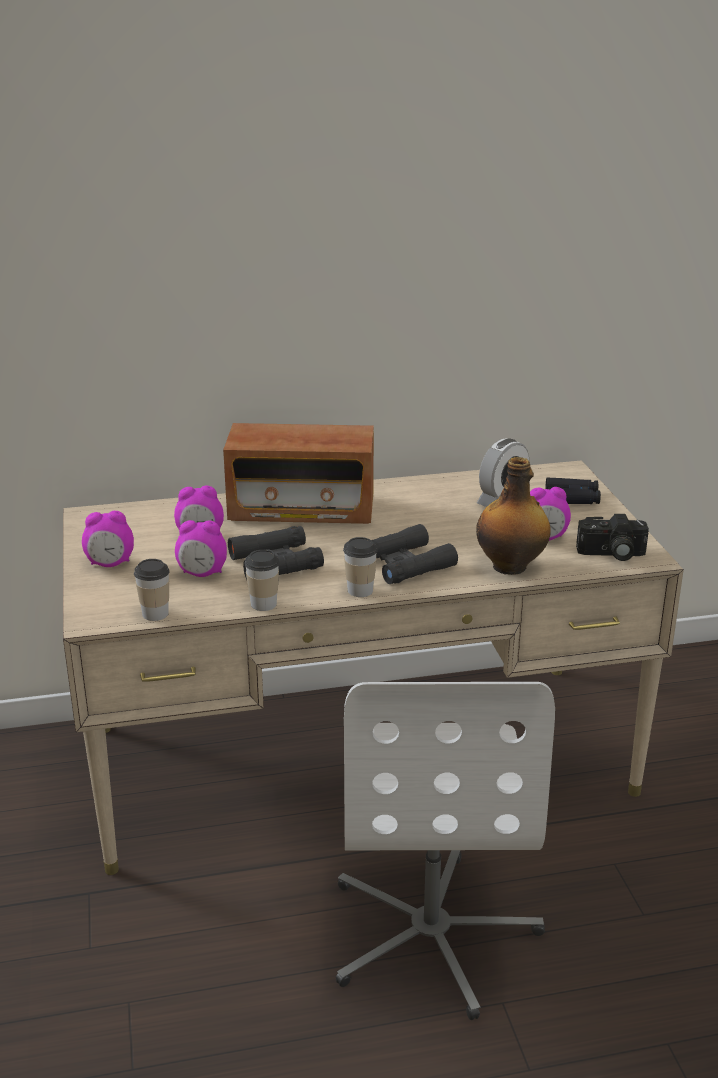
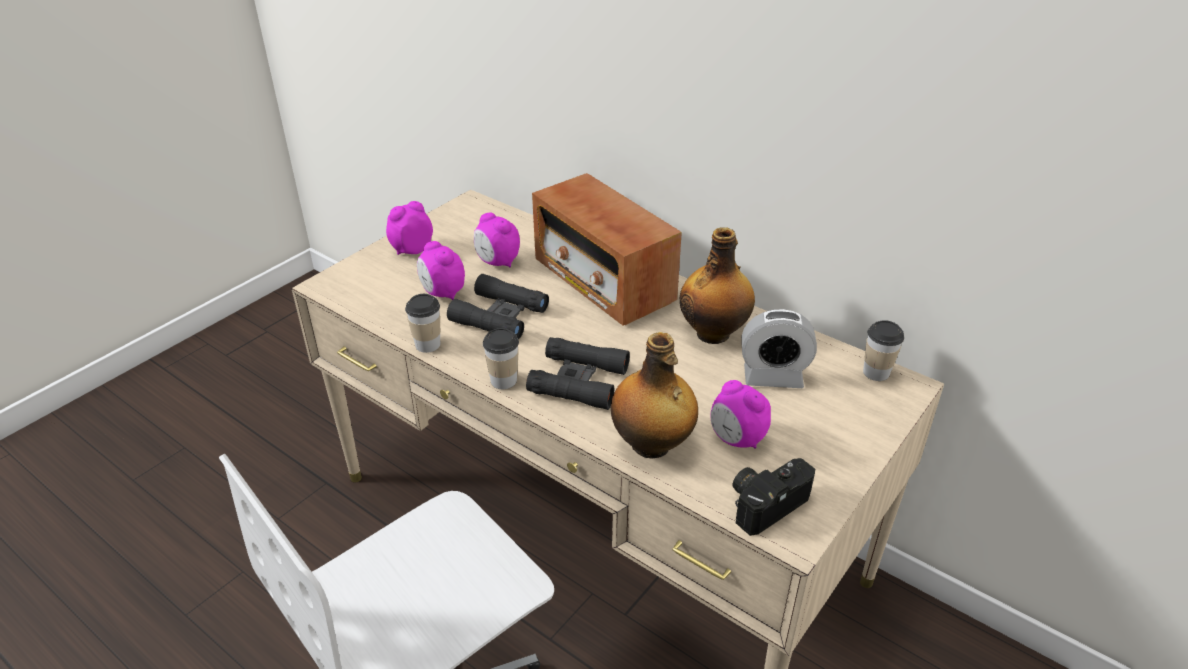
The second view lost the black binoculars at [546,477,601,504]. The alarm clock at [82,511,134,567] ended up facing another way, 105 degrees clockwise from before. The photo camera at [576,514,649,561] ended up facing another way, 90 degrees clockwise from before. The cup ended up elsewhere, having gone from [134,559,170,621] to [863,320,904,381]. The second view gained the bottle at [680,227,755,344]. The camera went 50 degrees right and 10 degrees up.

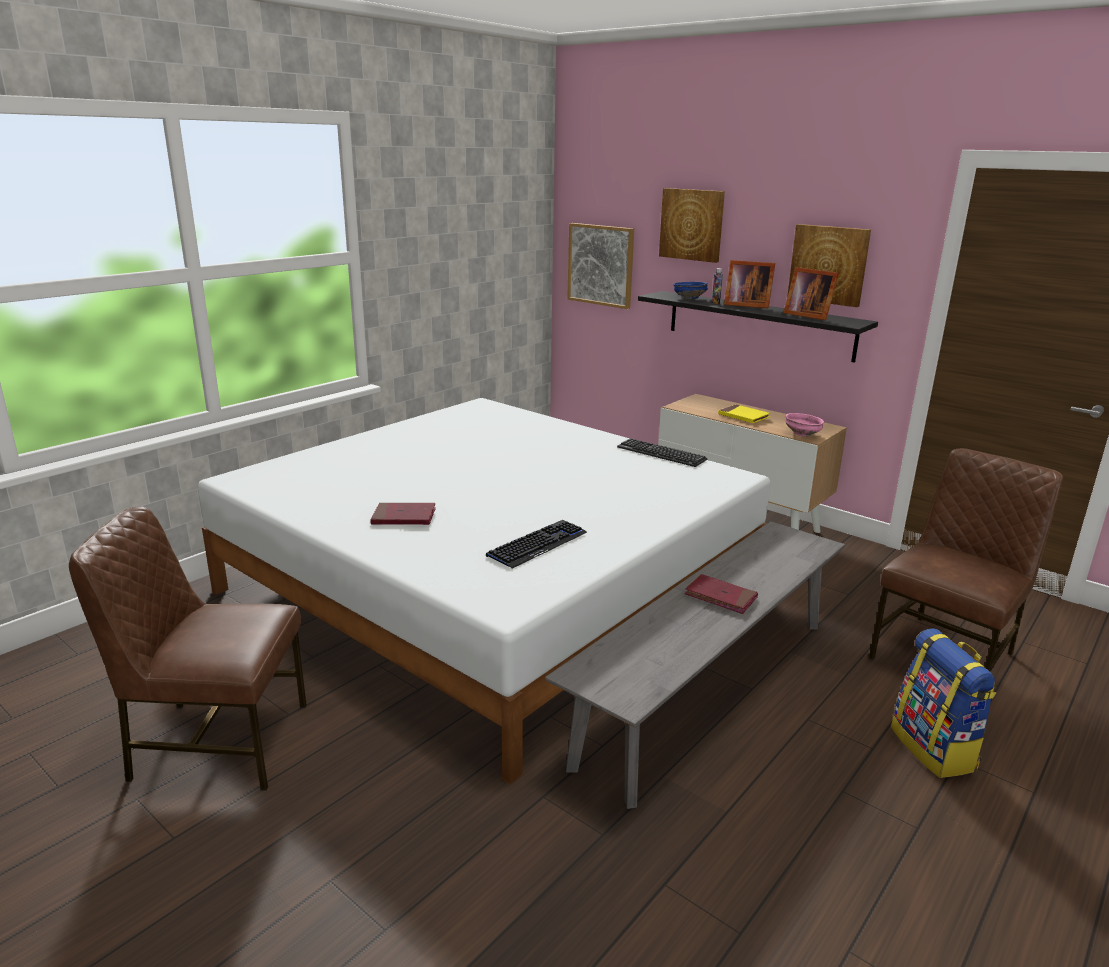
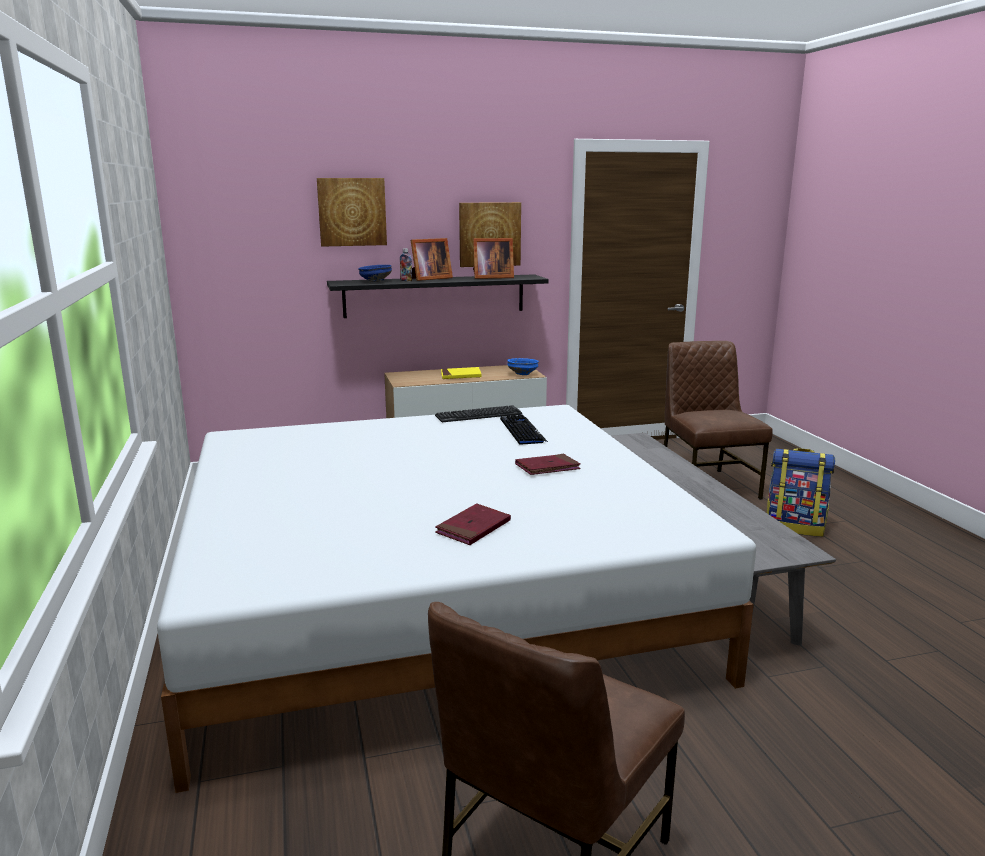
The second view lost the picture at [567,223,634,309]. What was the pink bowl at [785,413,824,437] turned into the blue bowl at [507,358,539,375]. The keyboard ended up elsewhere, having gone from [486,520,587,568] to [500,414,548,445]. The red book ended up elsewhere, having gone from [685,574,758,614] to [515,454,581,475]. The camera went 55 degrees left and 5 degrees down.

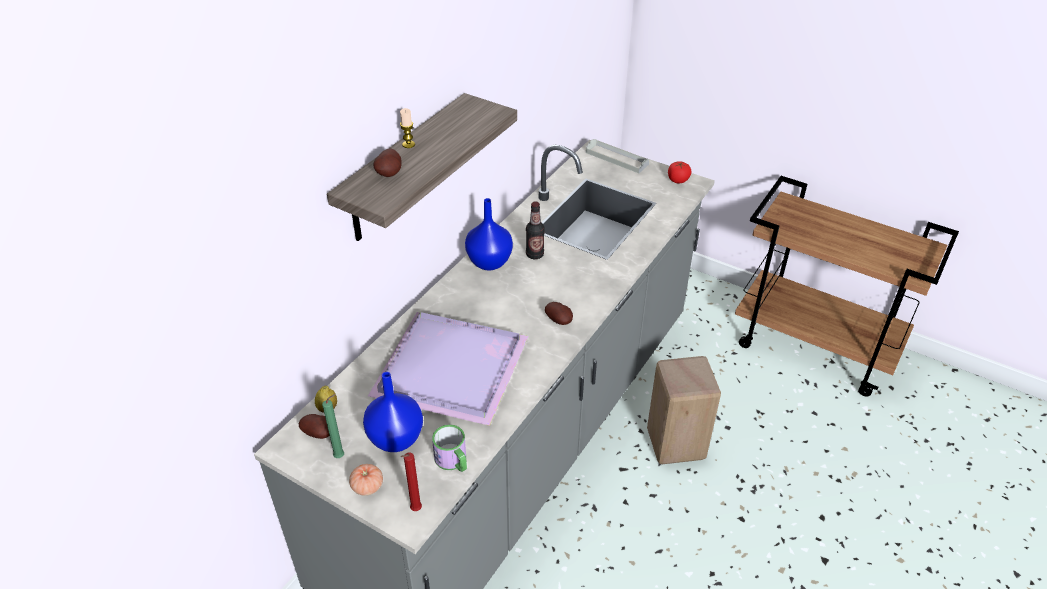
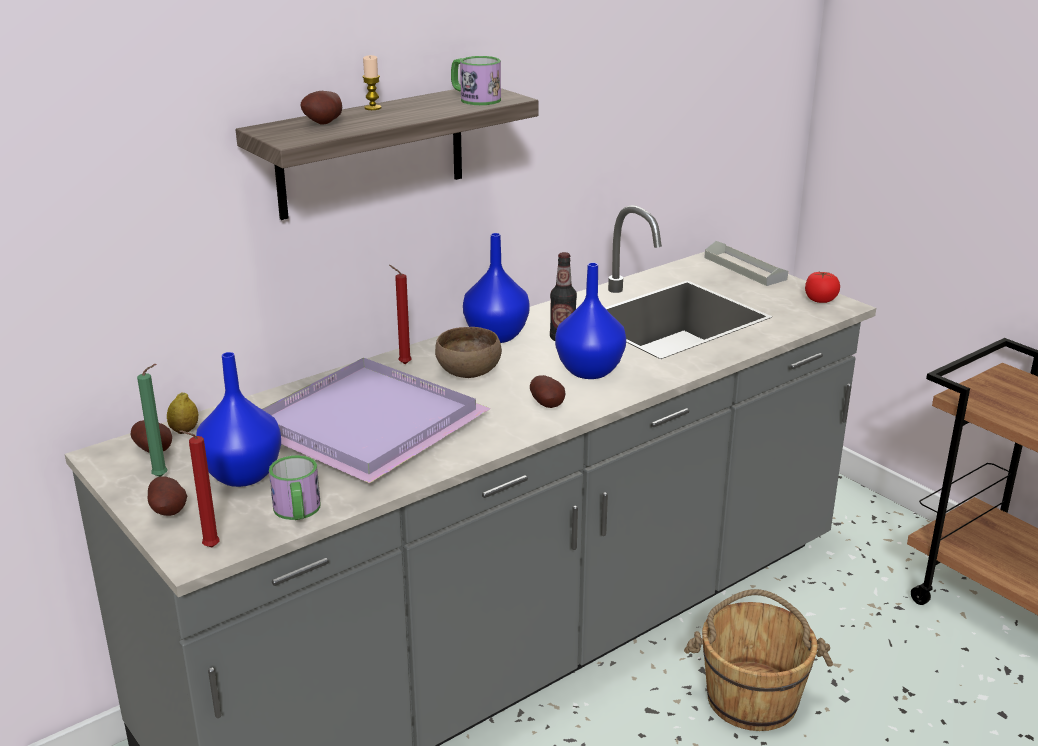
Where the beige stool stood at [647,356,721,464], the brown bucket came to stand at [684,589,833,731]. Where the tomato stood at [349,464,383,496], the potato came to stand at [147,476,187,516]. The second view gained the mug at [451,56,501,105]. The second view gained the blue vase at [555,263,626,379]. The second view gained the red candle at [389,265,412,364]. The second view gained the brown bowl at [435,327,502,378]. The camera went 20 degrees right and 15 degrees down.

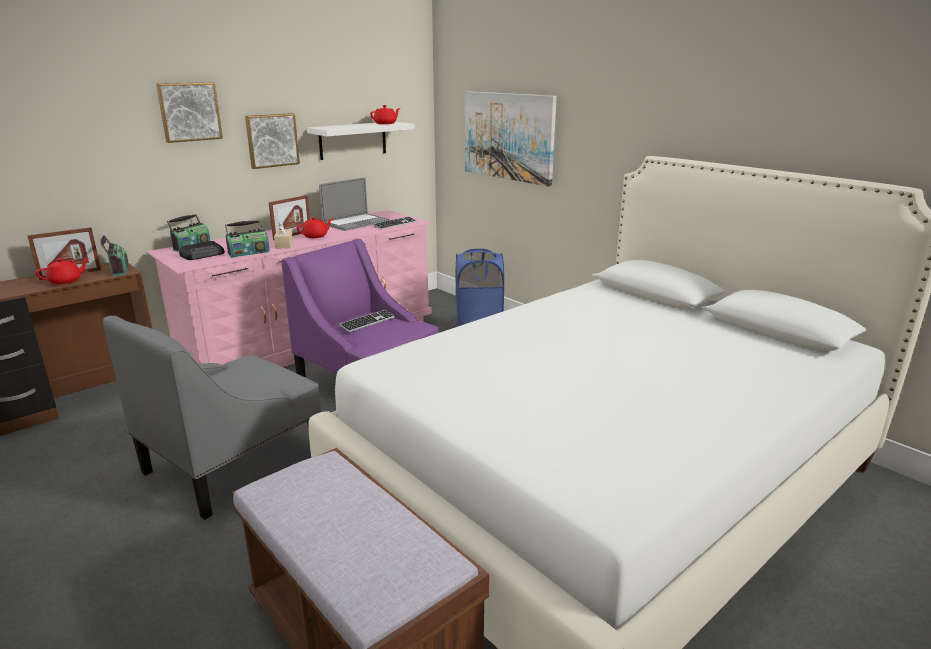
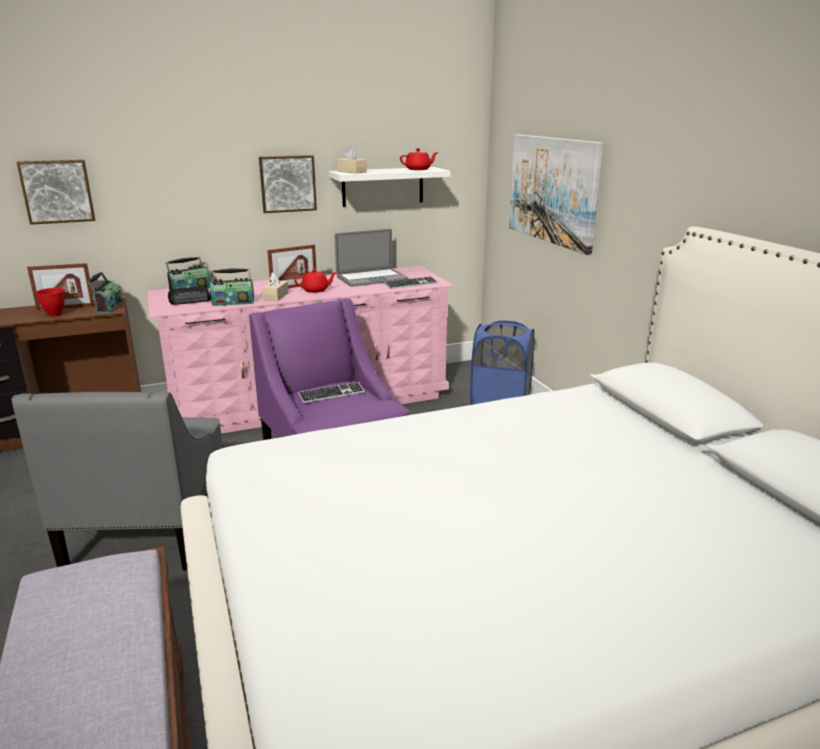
The picture ended up elsewhere, having gone from [156,82,223,143] to [16,160,95,225]. Where the red teapot stood at [35,258,90,285], the red bowl came to stand at [35,288,65,316]. The grey armchair at [103,316,321,520] ended up facing another way, 60 degrees counterclockwise from before. The second view gained the beige tissue box at [337,147,367,174]. The camera went 20 degrees right and 0 degrees up.

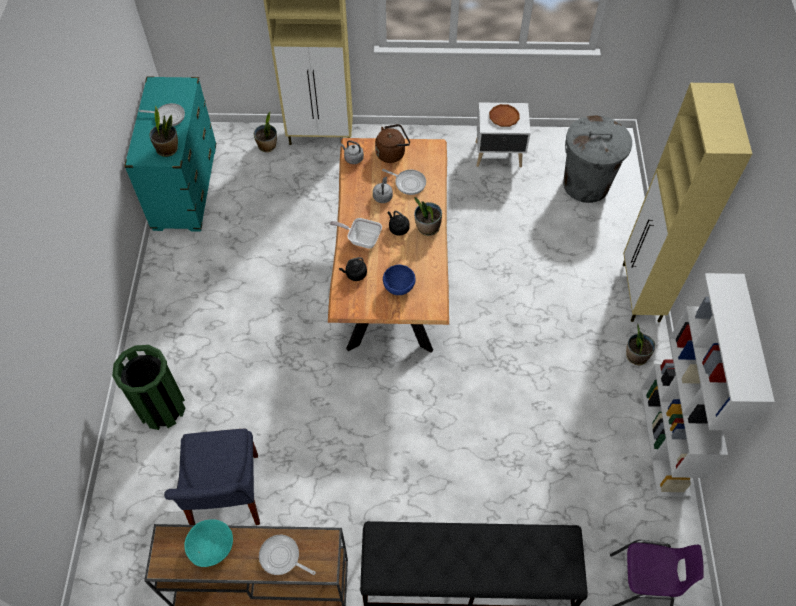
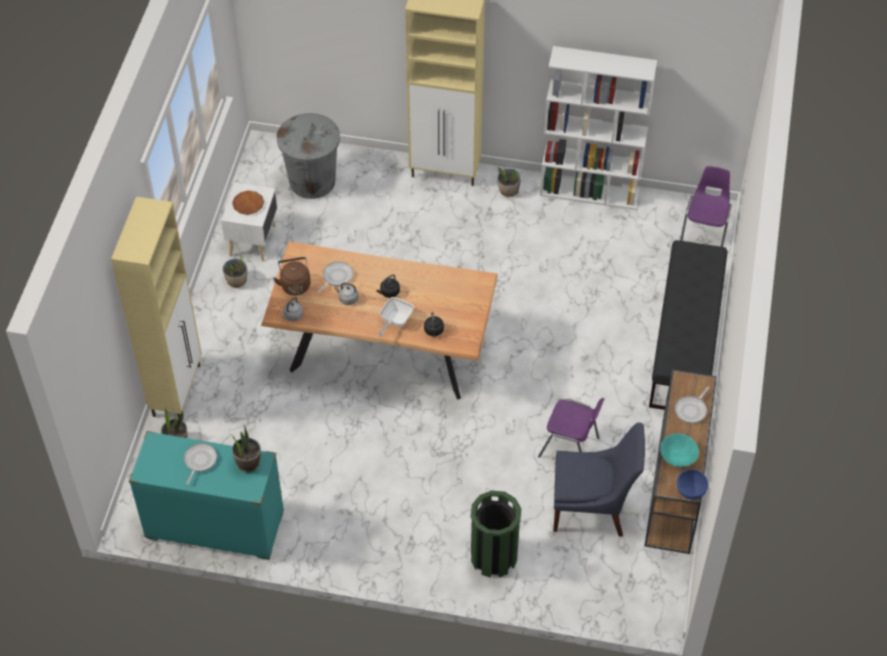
The potted plant ended up elsewhere, having gone from [414,197,442,236] to [223,255,247,288]. The blue bowl ended up elsewhere, having gone from [383,265,416,295] to [677,469,709,500]. The second view gained the purple chair at [538,398,605,458]. The camera went 80 degrees left and 5 degrees down.

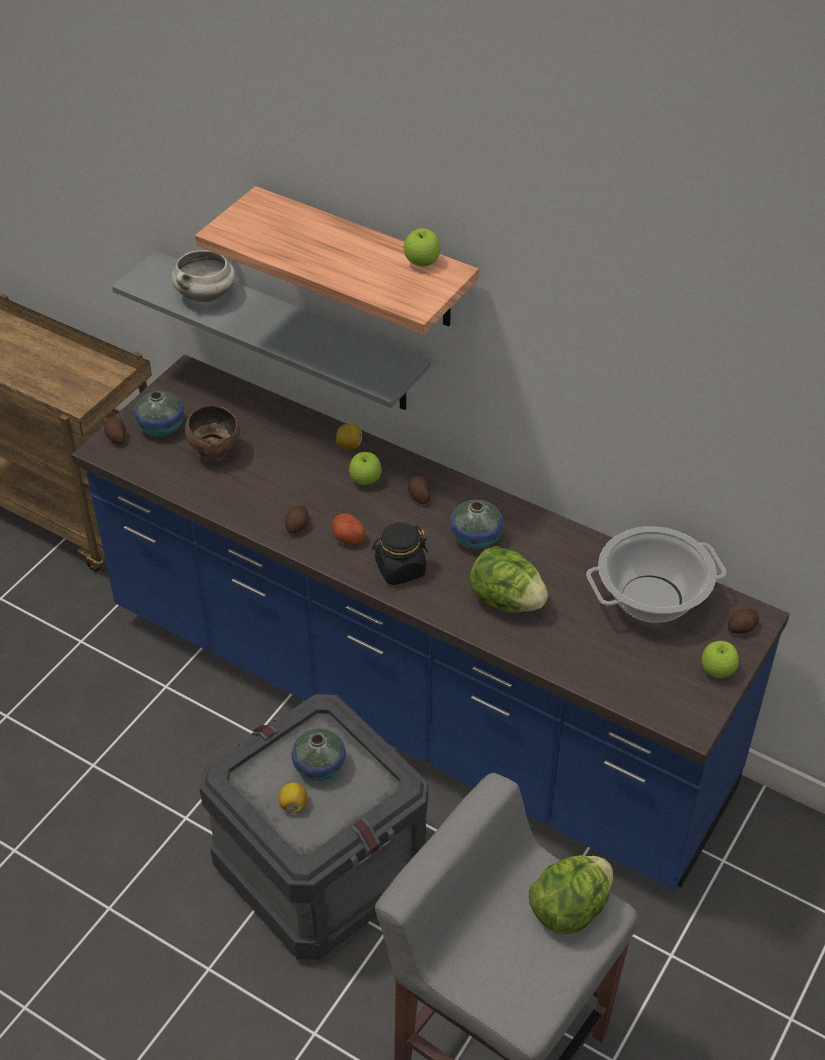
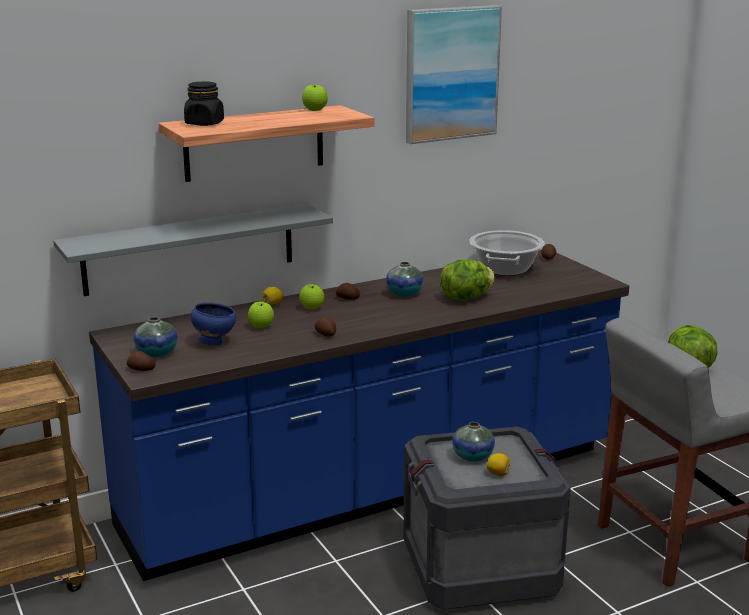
The second view lost the white cooking pot at [171,250,236,302]. What was the brown bowl at [185,405,240,460] turned into the blue bowl at [191,302,236,346]. The second view lost the potato at [332,514,366,546]. The black jar ended up elsewhere, having gone from [372,522,428,585] to [184,81,224,126]. The apple ended up elsewhere, having gone from [702,641,739,678] to [248,302,274,328]. The second view gained the picture at [406,5,502,144]. The camera went 60 degrees left and 25 degrees down.

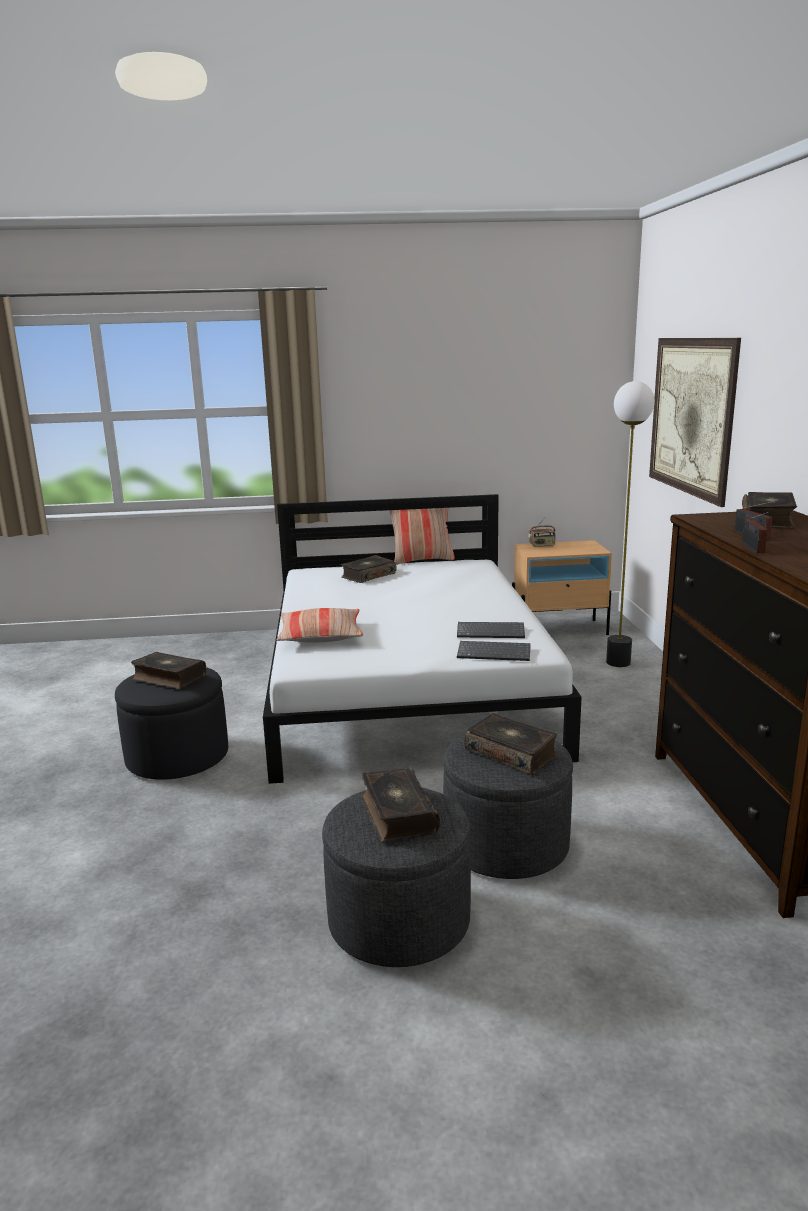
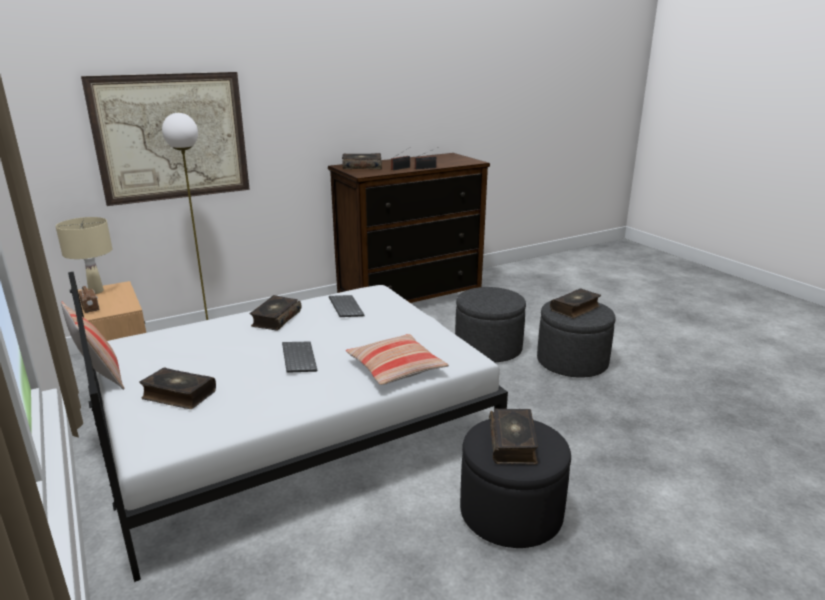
The keyboard ended up elsewhere, having gone from [457,641,531,661] to [282,341,317,373]. The book ended up elsewhere, having gone from [464,713,557,775] to [249,295,301,331]. The second view gained the beige table lamp at [56,217,112,294]. The camera went 115 degrees left and 5 degrees up.

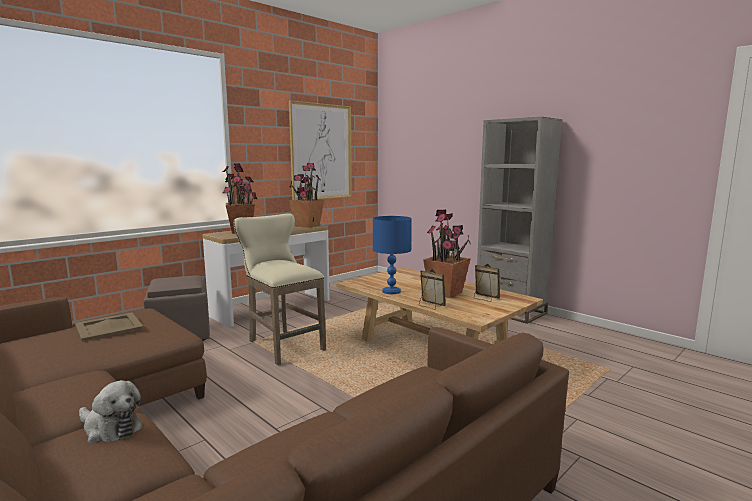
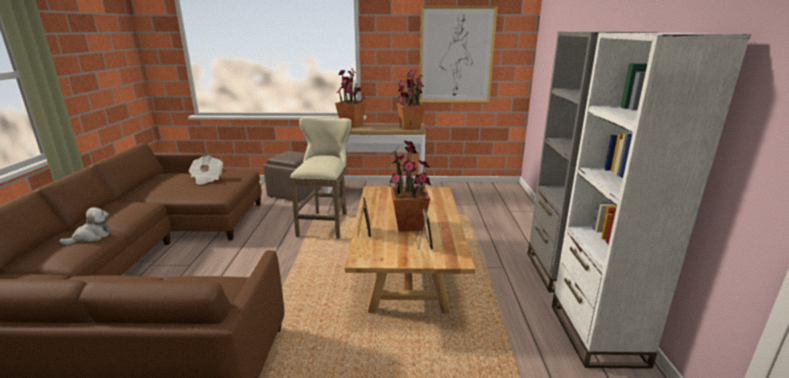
The second view lost the blue table lamp at [373,216,412,294]. Where the beige tray stood at [75,313,144,341], the newspaper came to stand at [189,156,223,185]. The plush toy at [79,380,142,443] ended up facing another way, 120 degrees counterclockwise from before. The second view gained the white bookcase at [552,33,751,369]. The camera went 45 degrees right and 10 degrees up.

